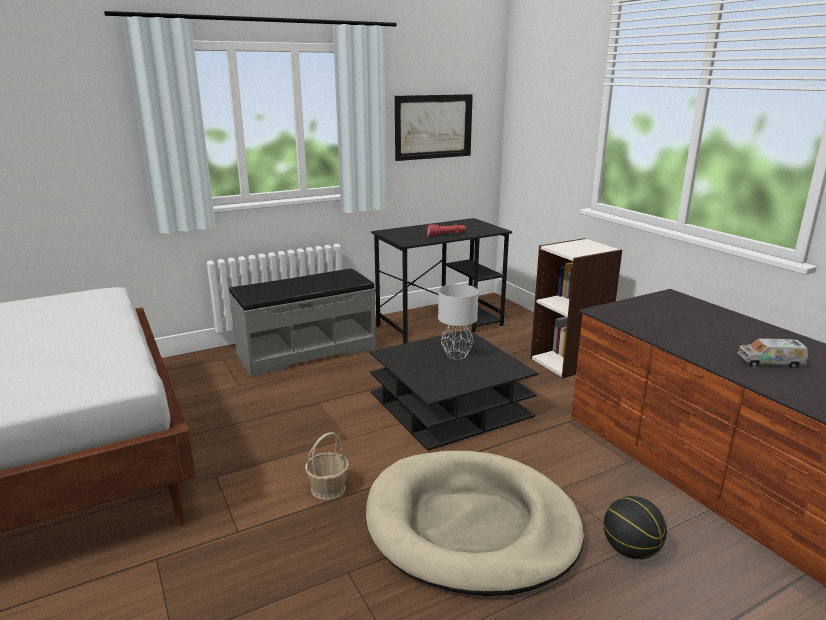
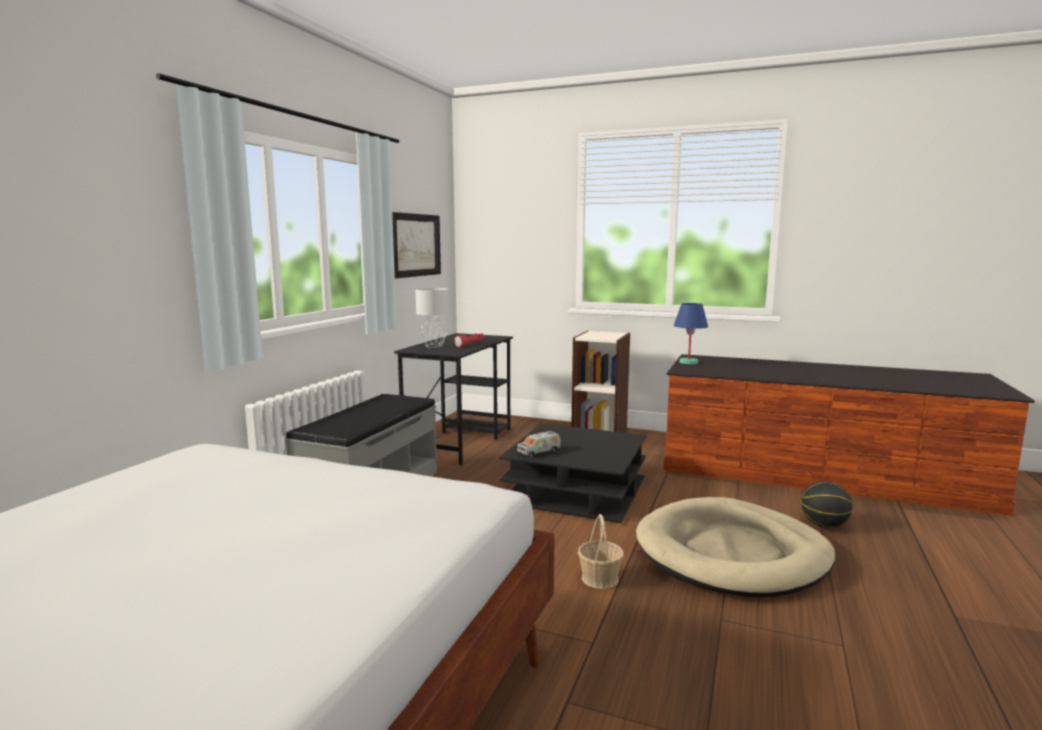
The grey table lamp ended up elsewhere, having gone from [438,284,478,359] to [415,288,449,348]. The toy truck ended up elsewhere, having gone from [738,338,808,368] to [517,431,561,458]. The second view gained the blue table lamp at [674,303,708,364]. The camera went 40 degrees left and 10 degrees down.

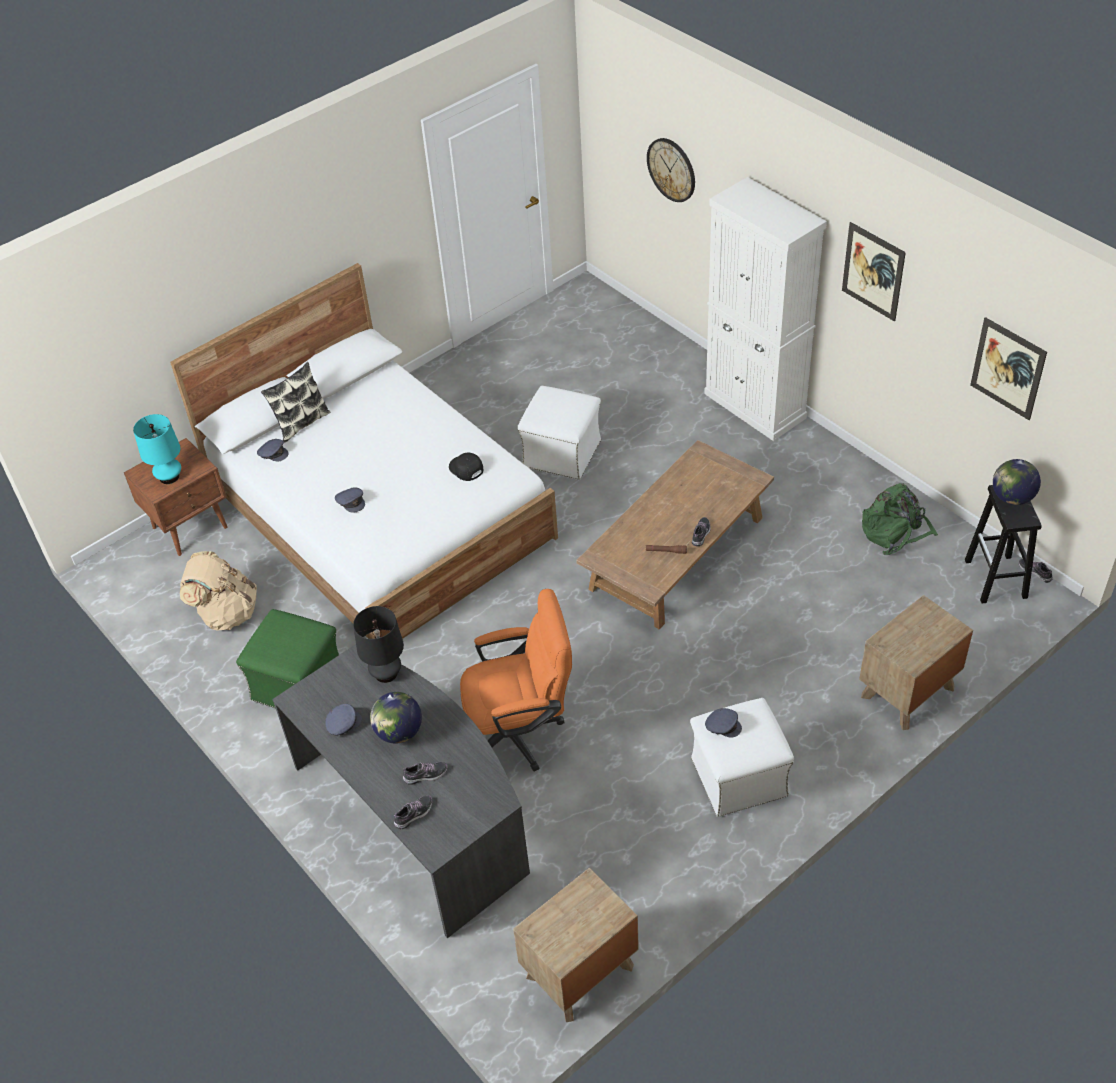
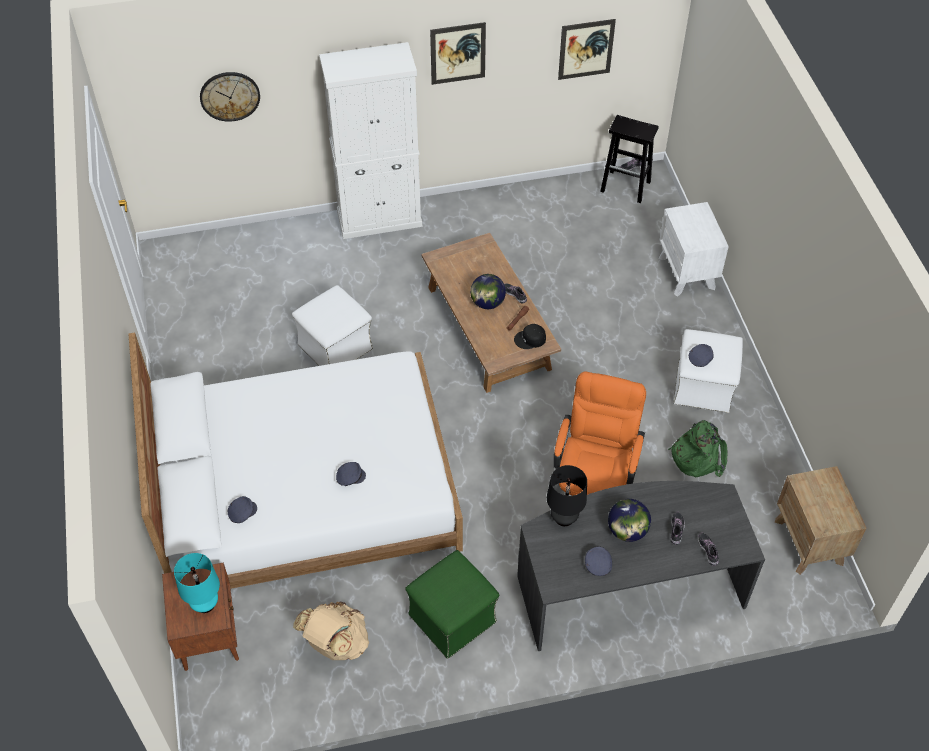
The second view lost the pillow at [261,362,331,443]. The black cap ended up elsewhere, having gone from [449,452,483,481] to [514,324,546,349]. The globe ended up elsewhere, having gone from [993,459,1041,505] to [470,274,506,309]. The green backpack ended up elsewhere, having gone from [862,483,938,555] to [668,420,727,477]. What was the brown nightstand at [859,595,973,730] turned into the white nightstand at [659,202,729,297]. The camera went 65 degrees left and 5 degrees up.

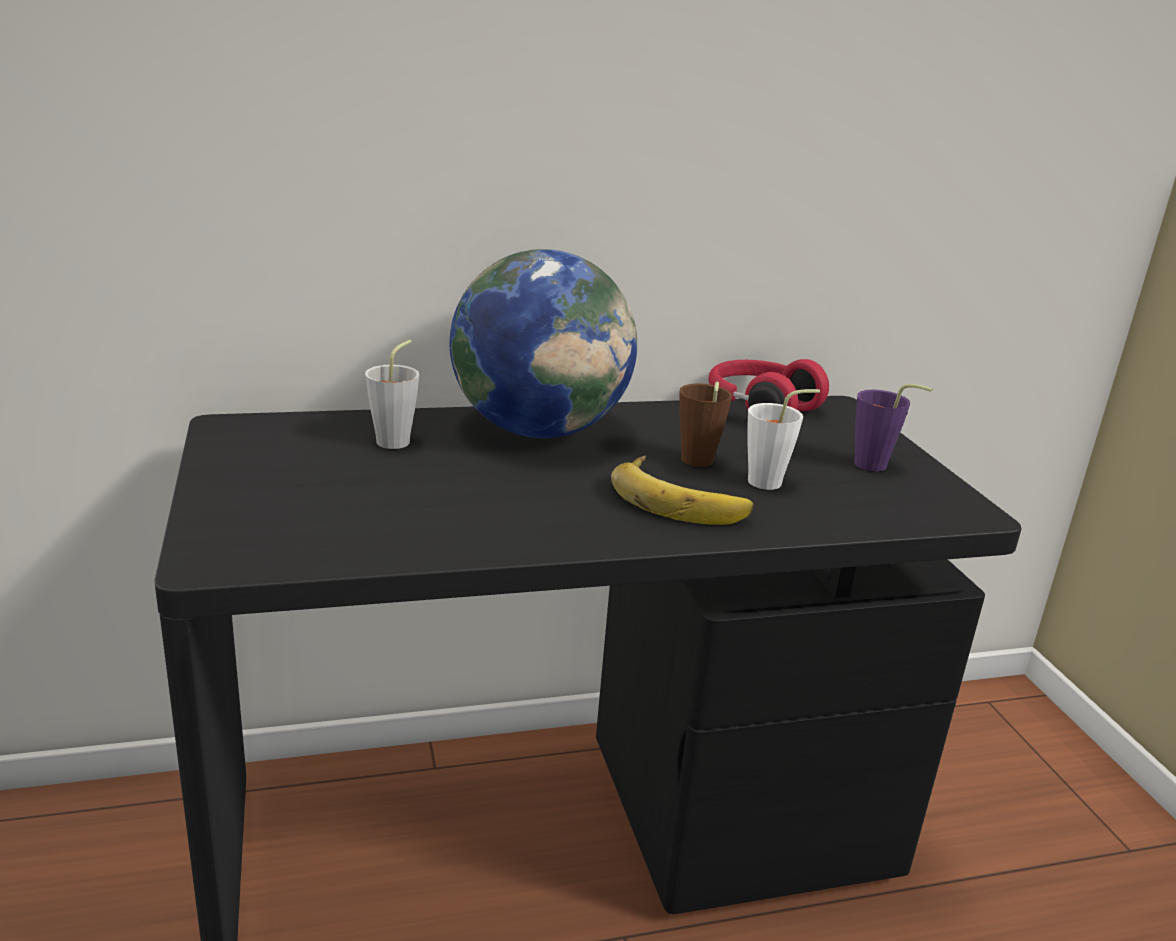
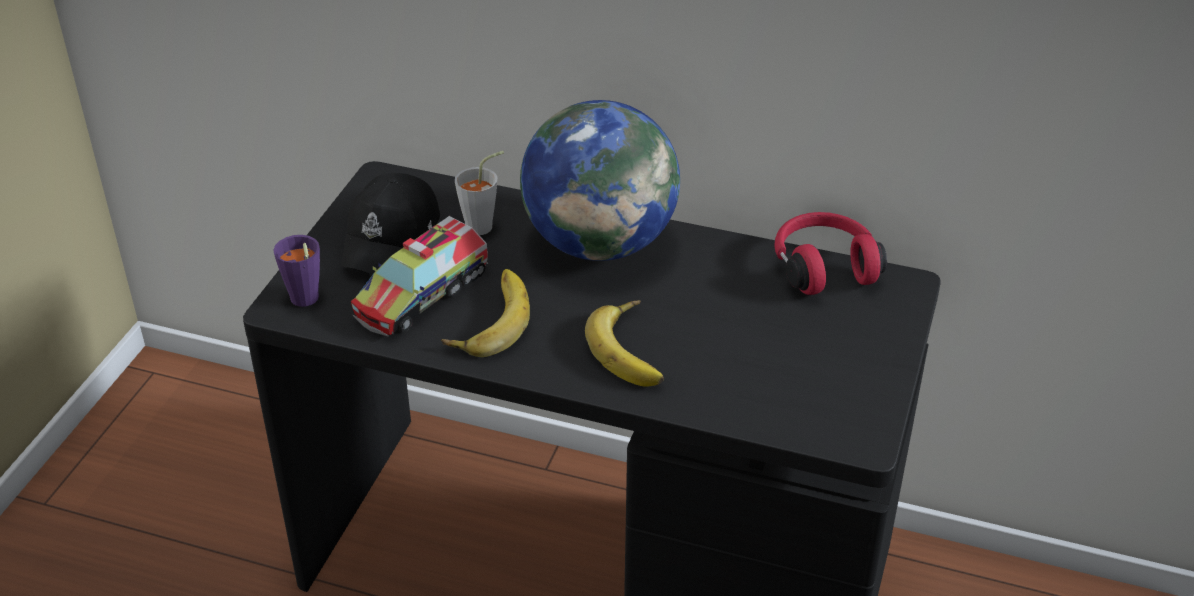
The second view lost the brown cup at [679,382,732,467]. The purple cup ended up elsewhere, having gone from [854,384,933,472] to [273,235,320,307]. The second view lost the white cup at [747,389,820,490]. The second view gained the black cap at [341,173,440,274]. The second view gained the toy truck at [351,216,488,337]. The second view gained the banana at [441,269,530,357]. The camera went 35 degrees right and 15 degrees up.

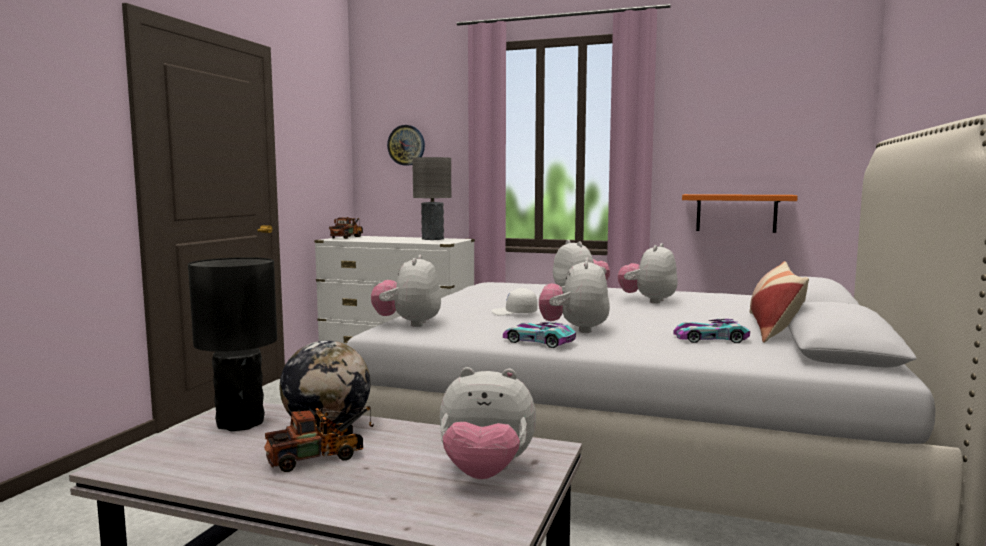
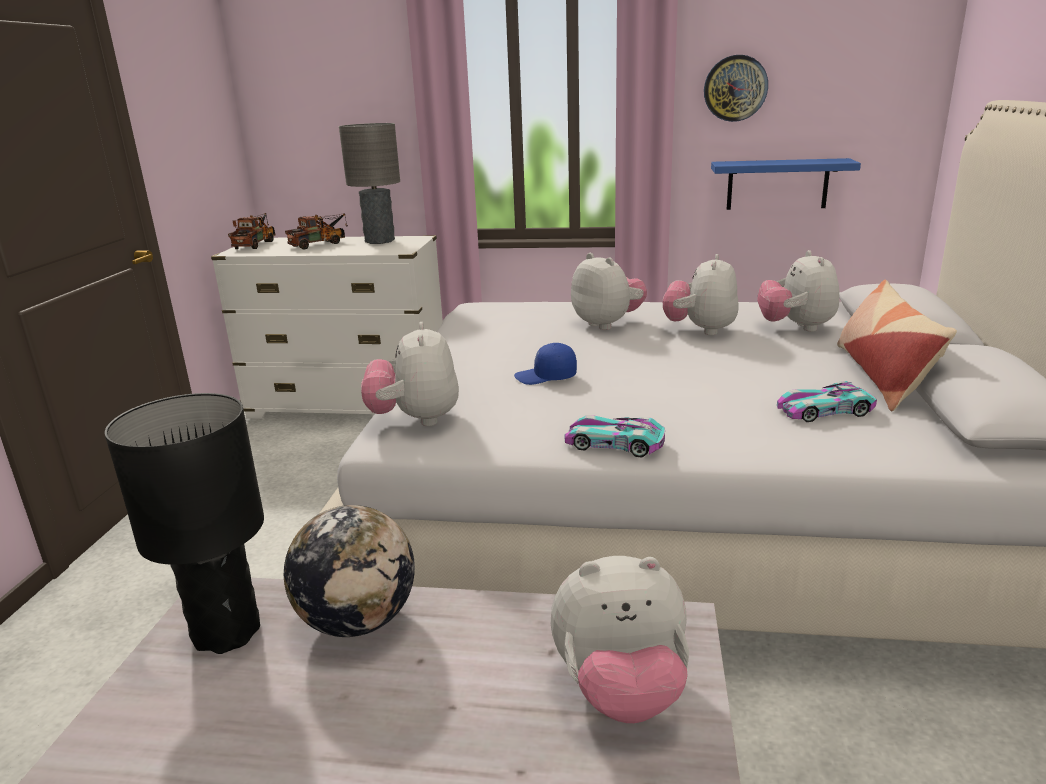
The wall clock ended up elsewhere, having gone from [387,125,425,166] to [704,55,768,122]. What was the orange shelf at [682,194,798,233] turned into the blue shelf at [711,158,861,210]. The plush toy ended up elsewhere, having gone from [539,258,610,333] to [757,250,839,332]. What was the white cap at [491,288,538,316] turned into the blue cap at [514,343,577,385]. The toy truck ended up elsewhere, having gone from [264,406,374,472] to [285,213,348,249]. The camera went 10 degrees left and 15 degrees up.

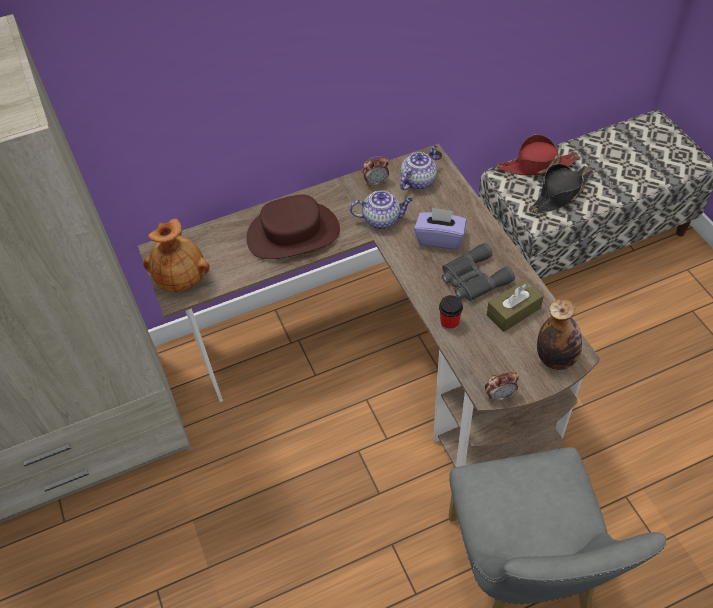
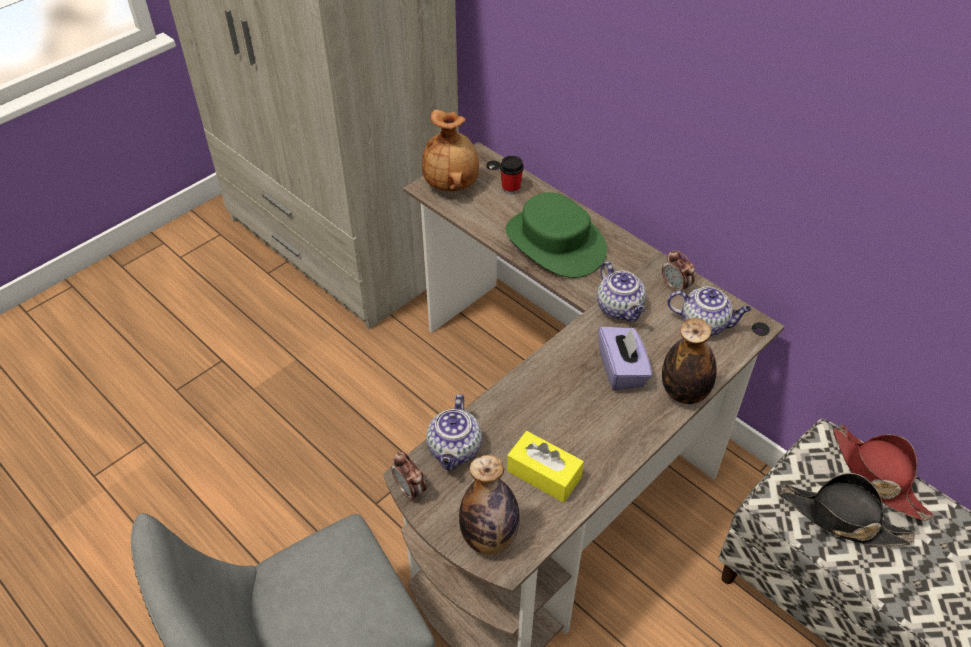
What was the brown hat at [246,195,340,259] turned into the green hat at [506,192,607,278]. The second view lost the grey binoculars at [442,243,515,301]. What was the brown tissue box at [487,279,544,332] turned into the yellow tissue box at [507,431,584,503]. The cup ended up elsewhere, having gone from [439,295,463,331] to [500,156,524,194]. The second view gained the bottle at [662,318,717,404]. The second view gained the teapot at [426,394,482,471]. The camera went 65 degrees right and 5 degrees down.

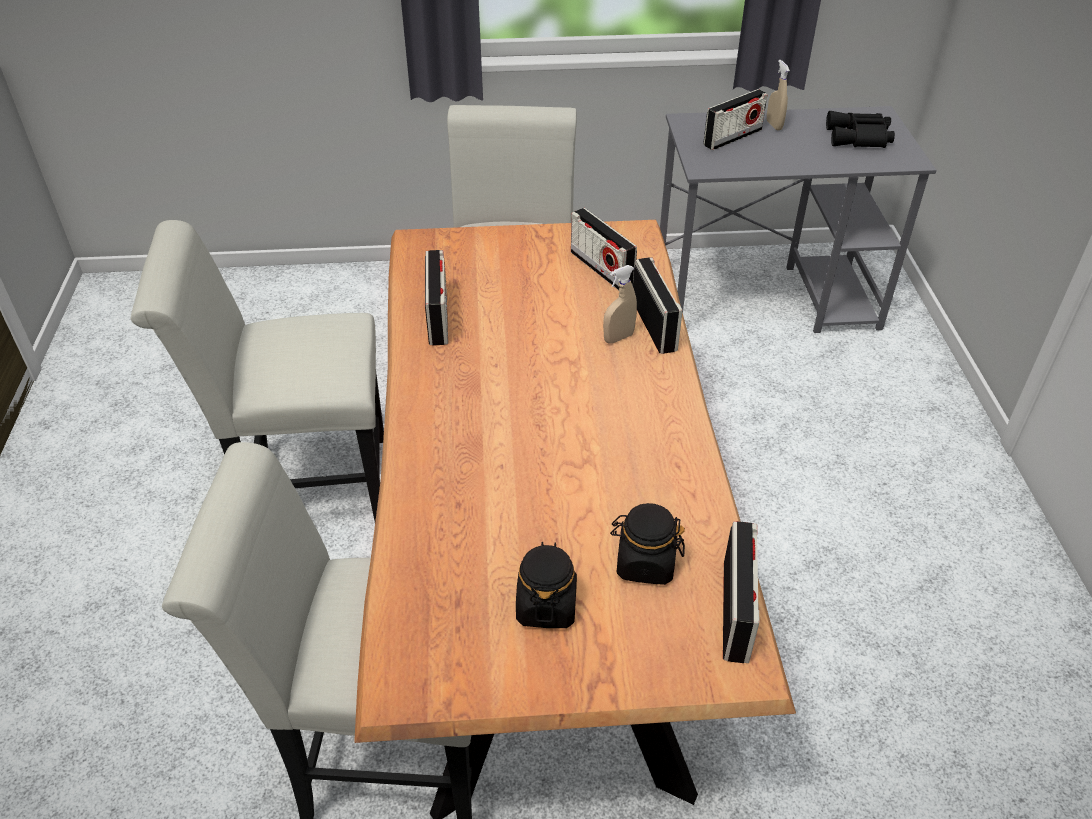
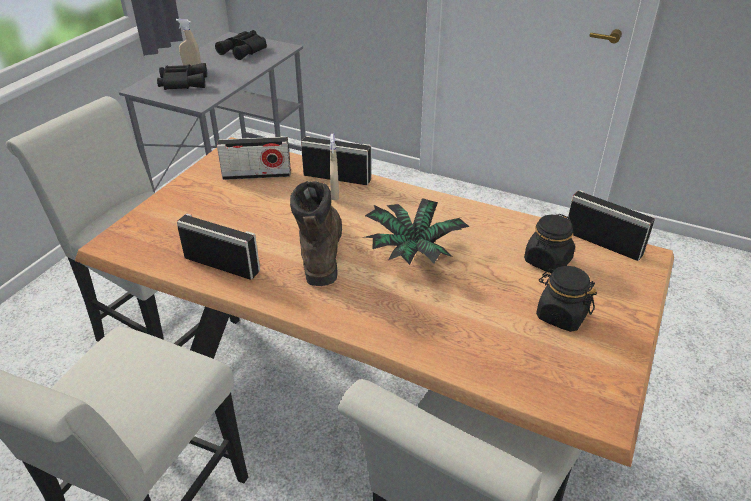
Where the radio stood at [703,89,768,150], the black binoculars came to stand at [157,63,207,90]. The second view gained the brown boot at [290,181,342,286]. The second view gained the potted plant at [364,198,469,265]. The camera went 60 degrees left and 5 degrees down.

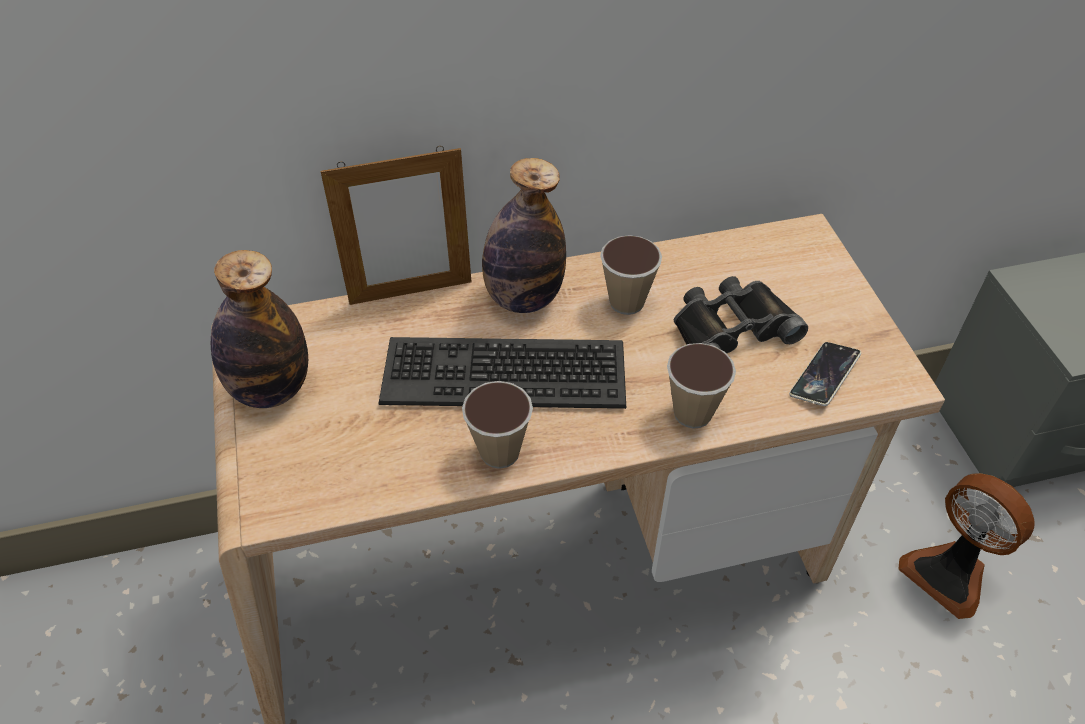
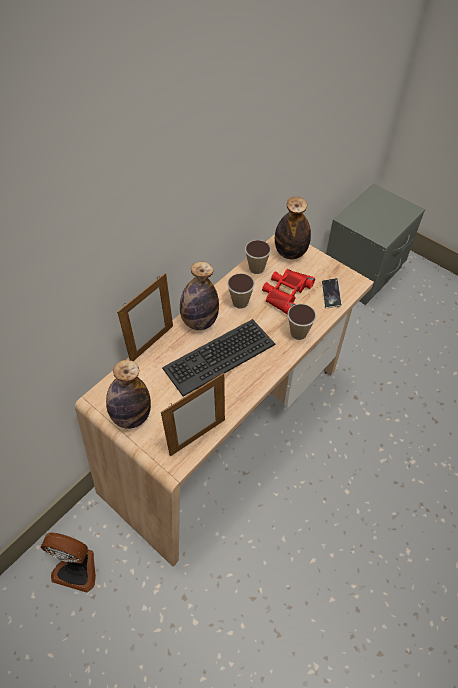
What was the black binoculars at [674,276,808,353] turned into the red binoculars at [262,269,315,315]. The cup ended up elsewhere, having gone from [462,381,533,469] to [245,240,271,274]. The fan ended up elsewhere, having gone from [898,473,1034,619] to [41,532,96,593]. The second view gained the bottle at [275,197,311,259]. The second view gained the picture frame at [161,373,225,456]. The camera went 35 degrees left and 5 degrees up.

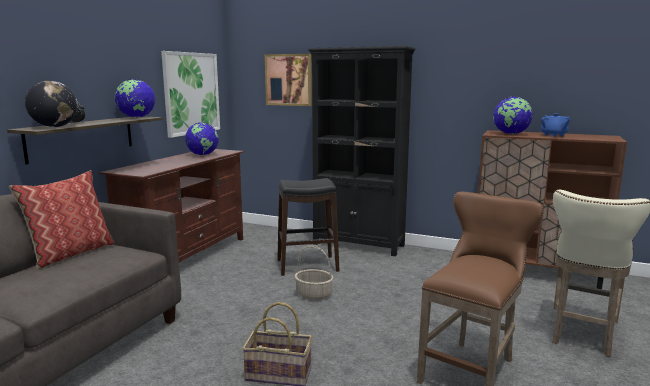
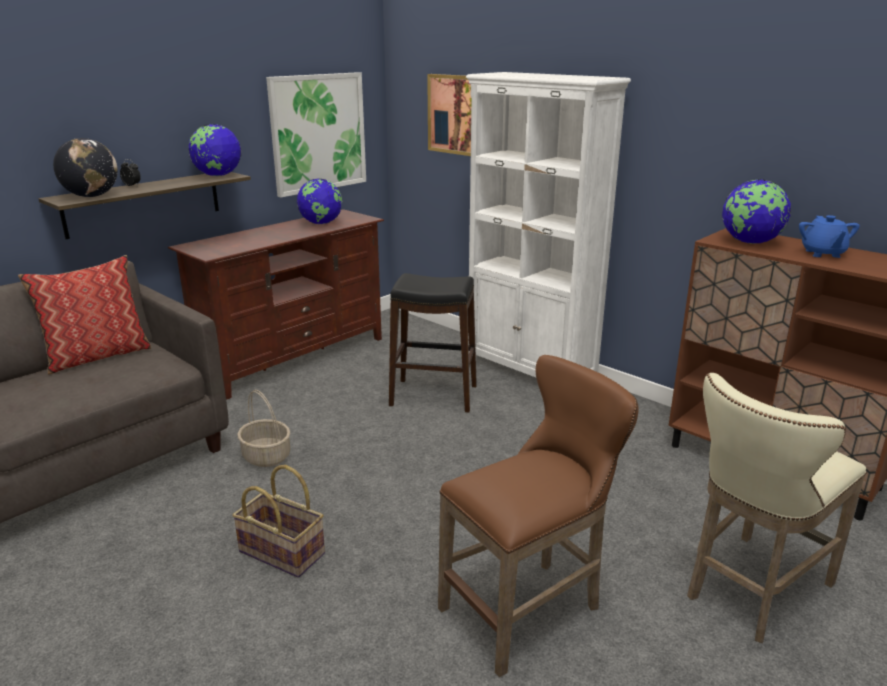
What was the black bookcase at [308,46,416,256] turned into the white bookcase at [466,72,631,377]. The basket ended up elsewhere, having gone from [295,245,334,300] to [237,389,290,467]. The camera went 20 degrees right and 10 degrees up.

